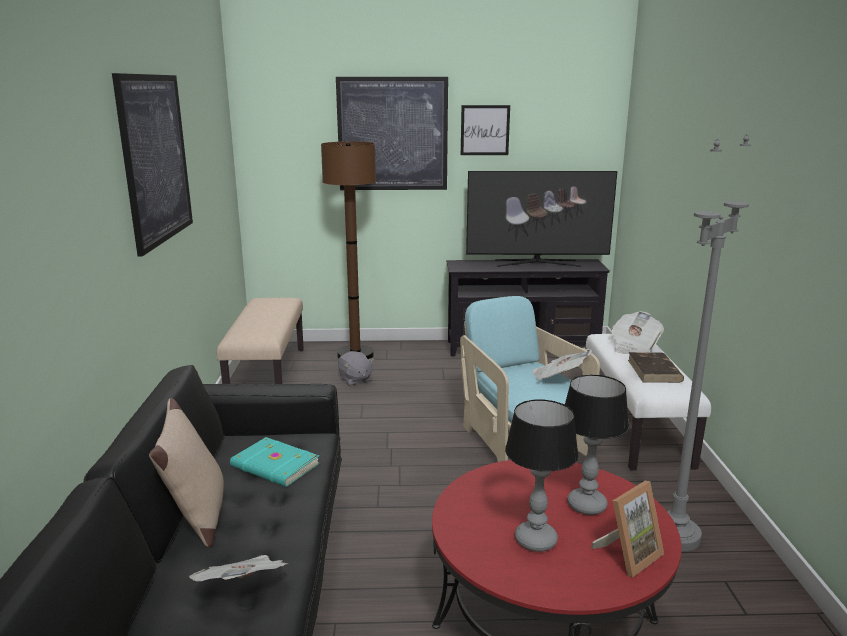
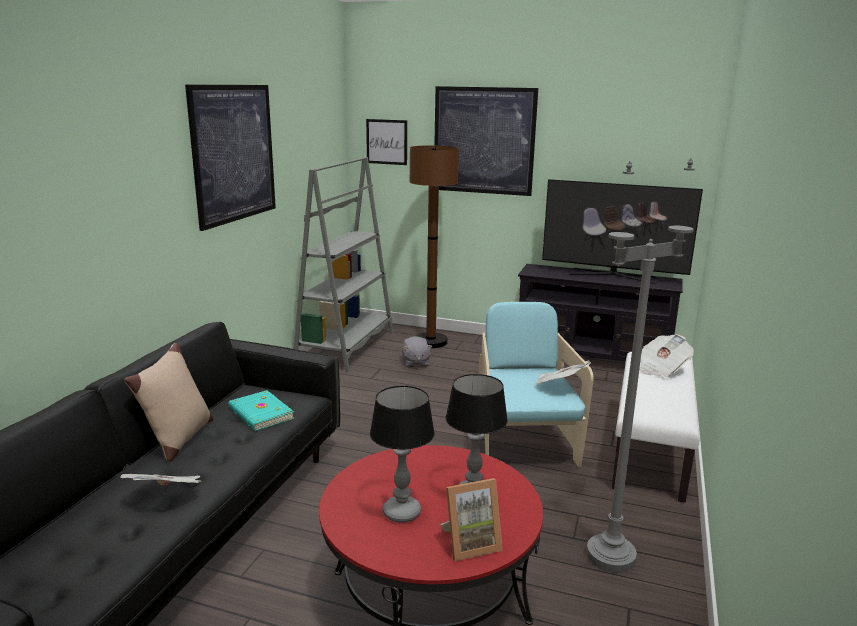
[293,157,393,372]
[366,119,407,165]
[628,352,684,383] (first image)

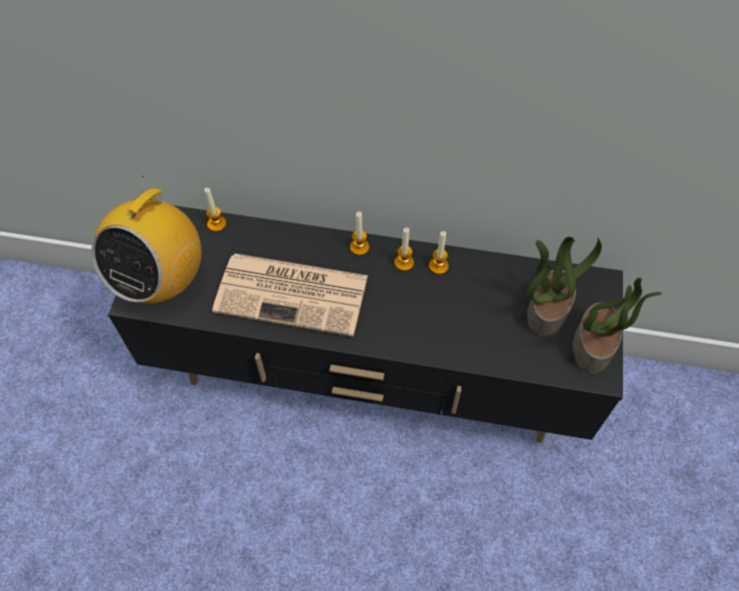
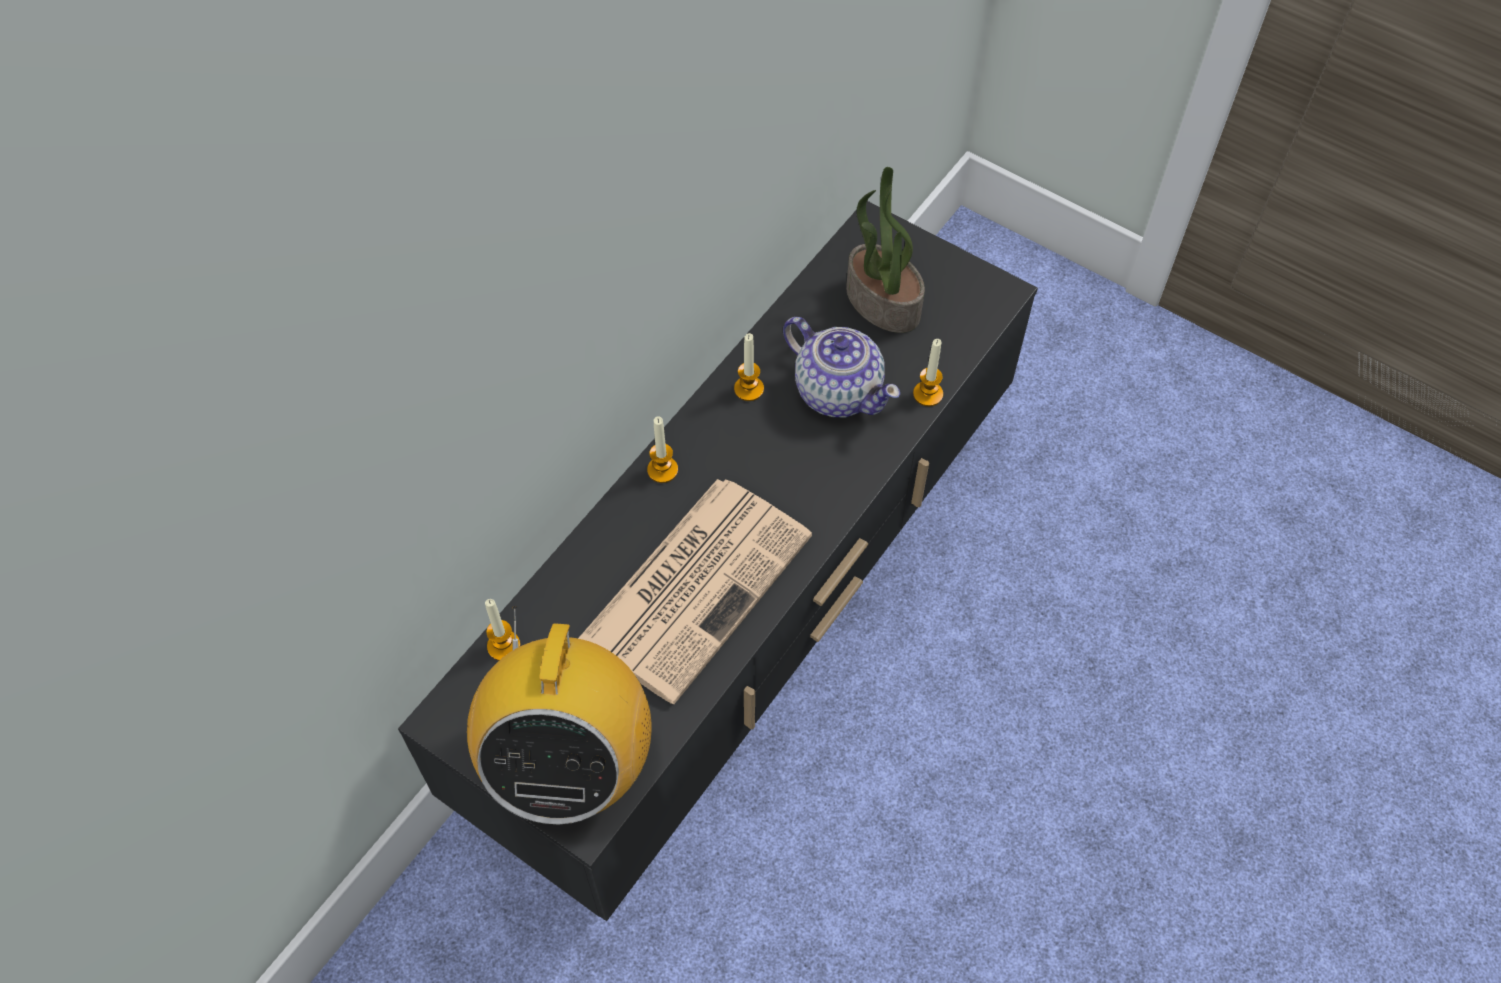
[467,606,652,824]
[783,317,900,417]
[913,339,943,406]
[573,278,663,374] (first image)

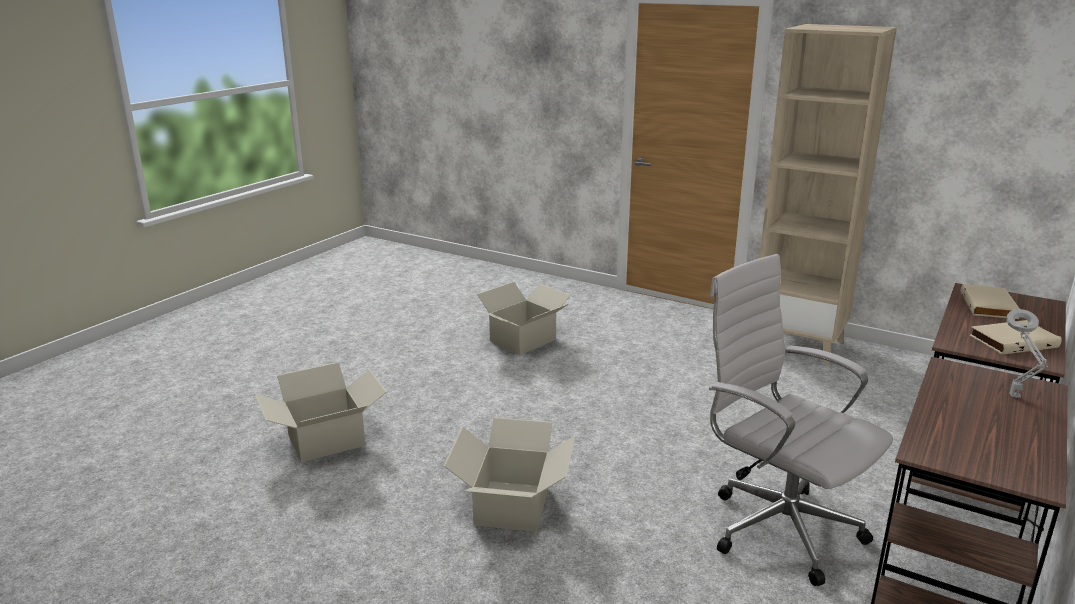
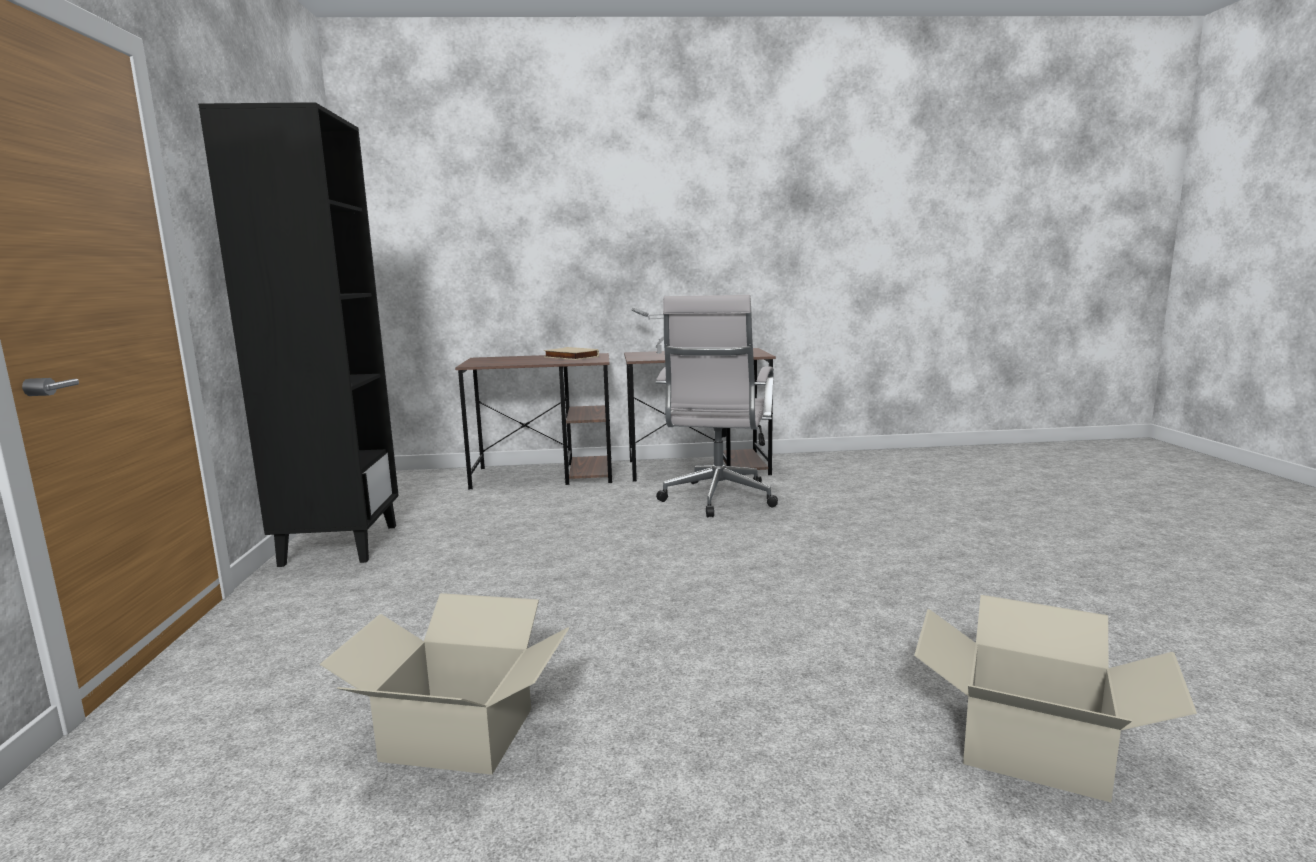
[198,102,399,567]
[444,417,575,532] (first image)
[961,284,1020,319] (first image)

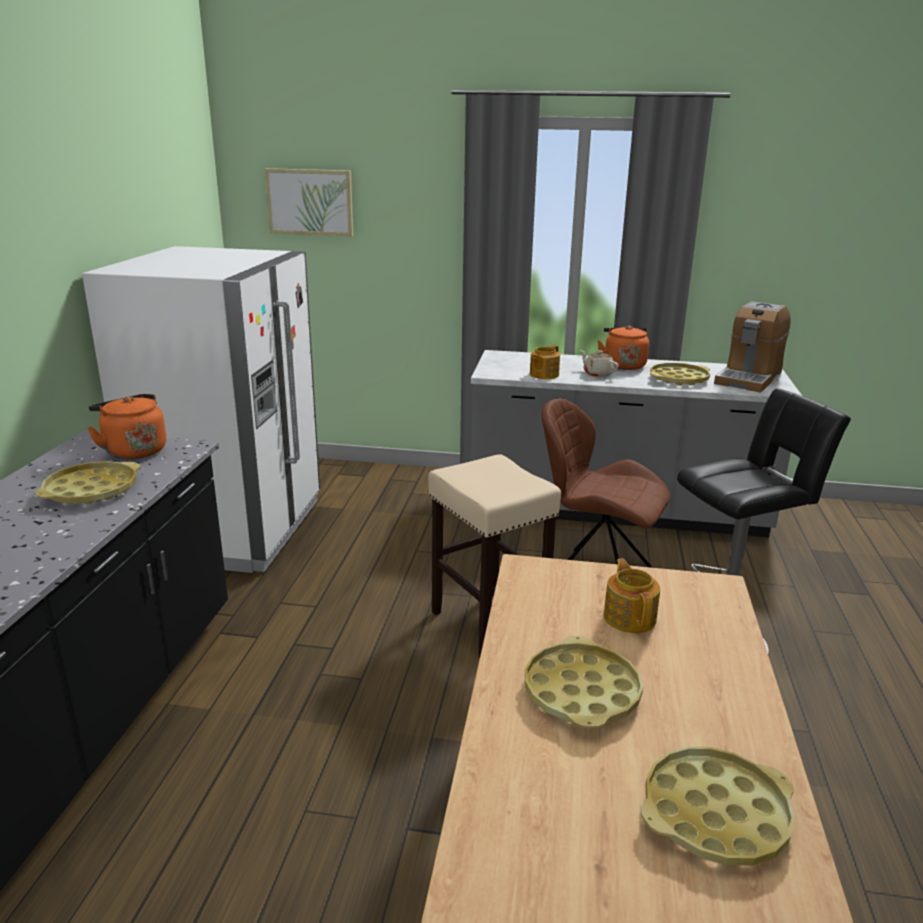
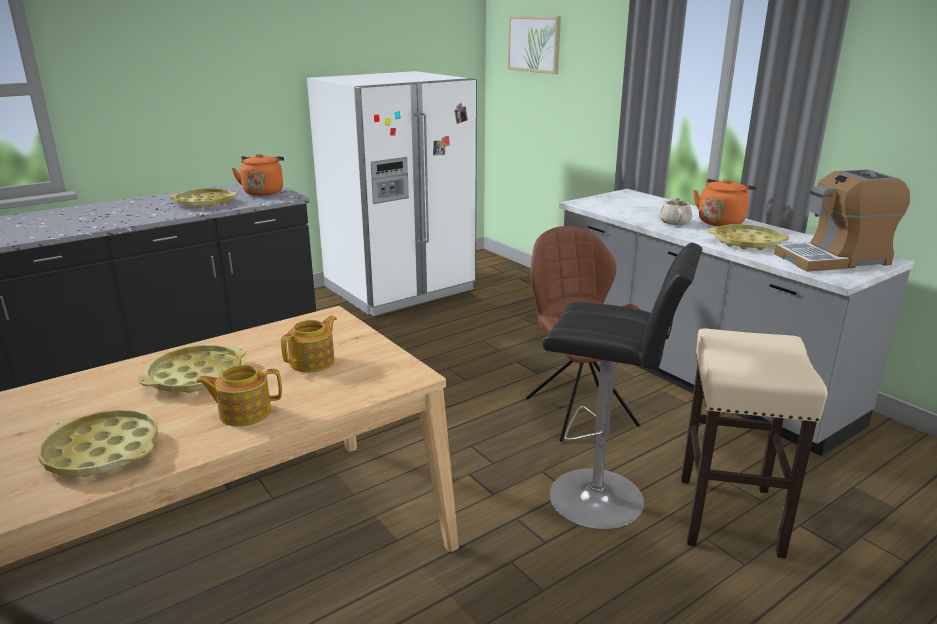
[196,365,282,426]
[681,329,828,559]

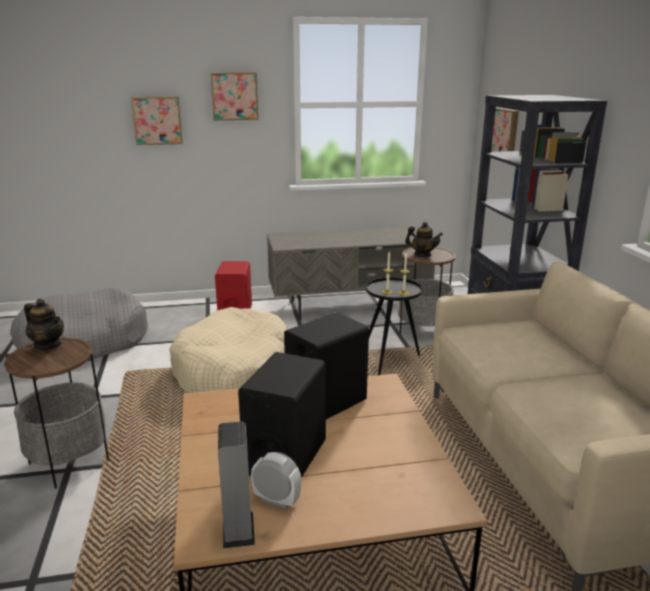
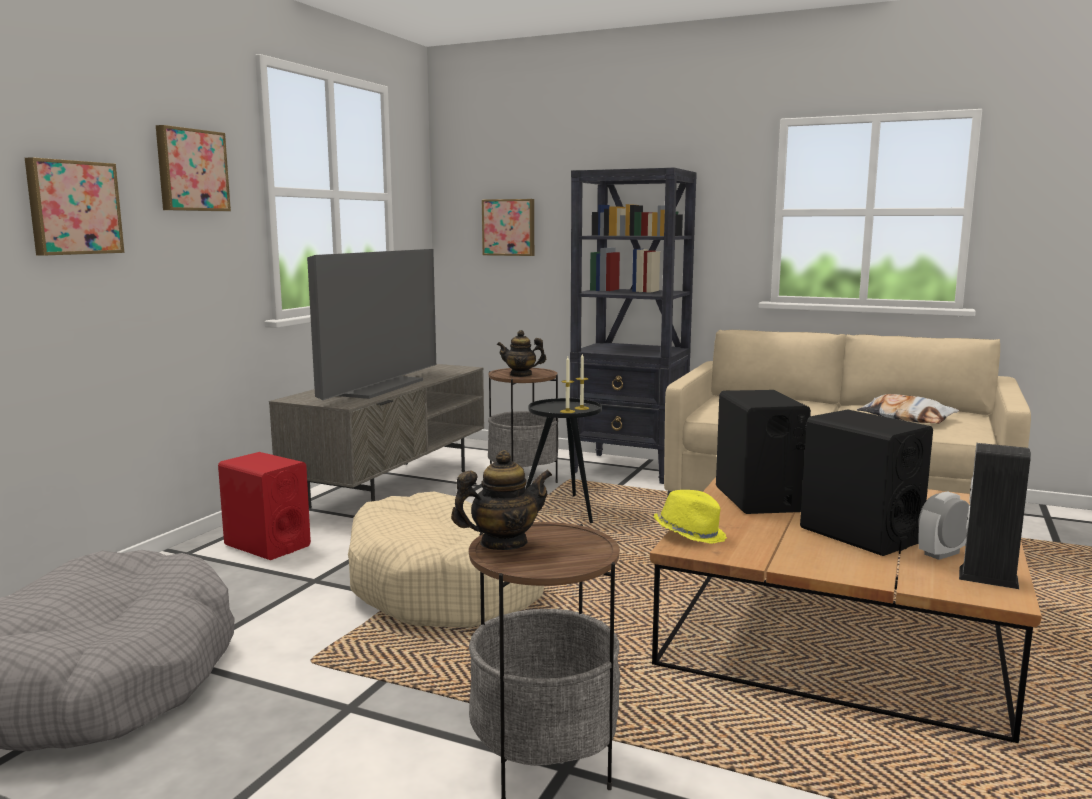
[307,249,436,400]
[497,330,546,377]
[654,490,727,544]
[857,394,959,423]

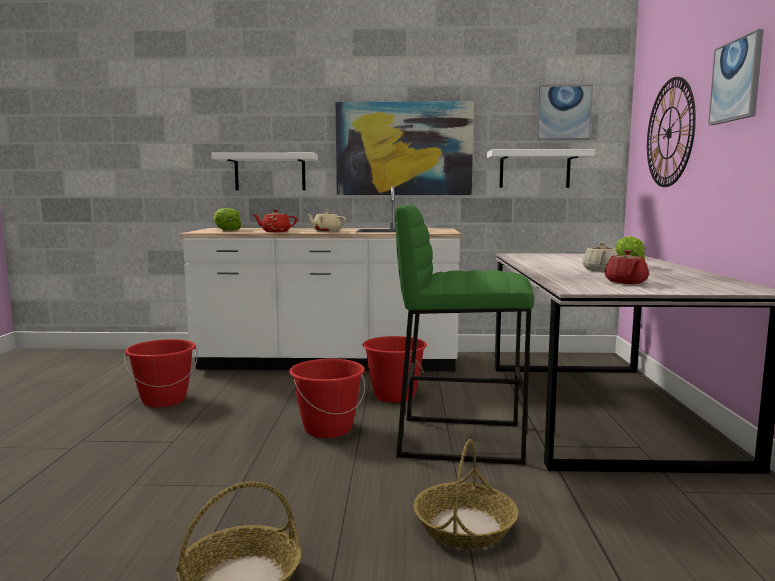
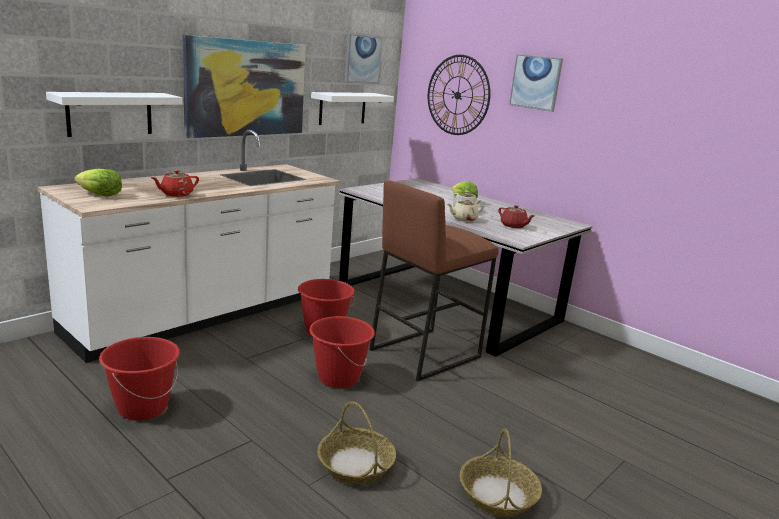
[317,401,396,484]
[369,180,499,381]
[448,199,484,222]

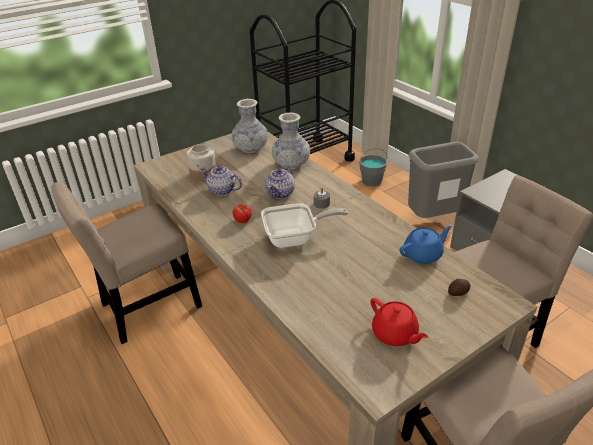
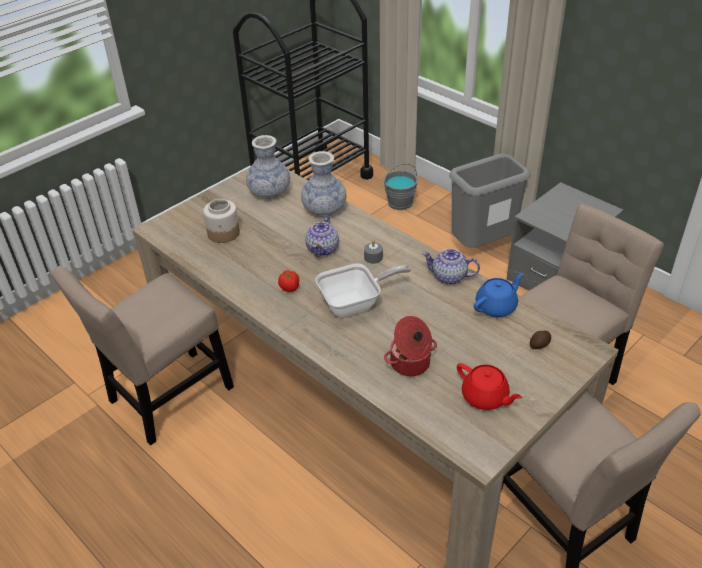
[384,316,437,376]
[422,249,480,285]

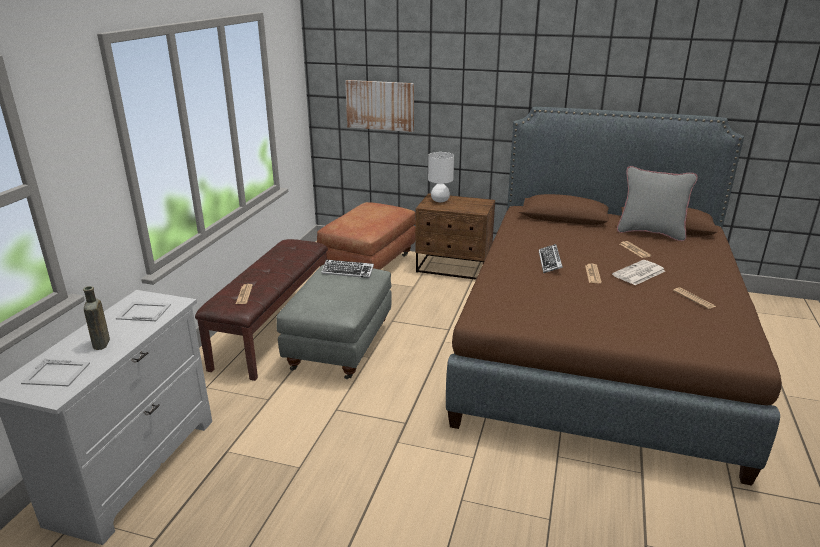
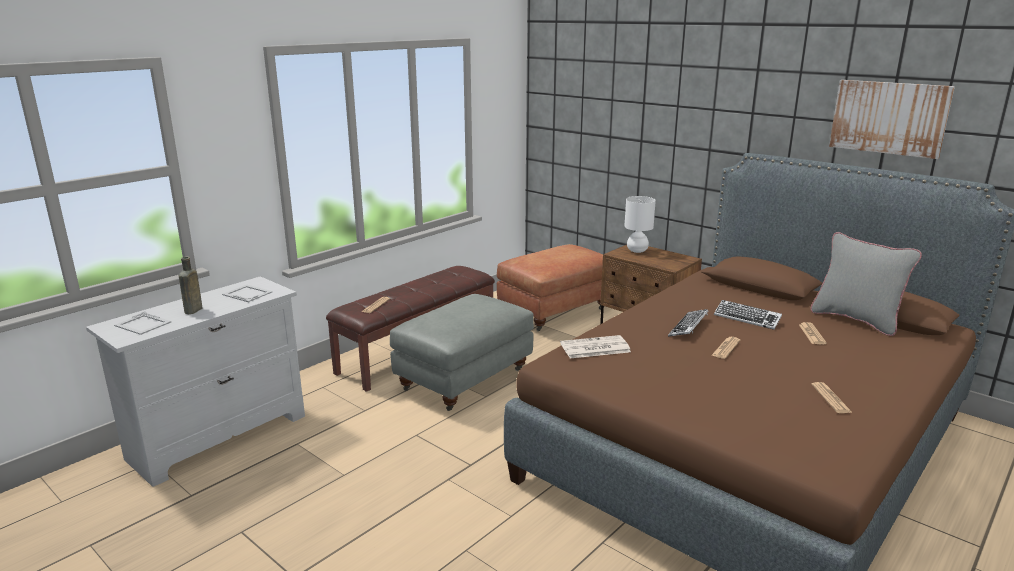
[560,335,631,358]
[714,300,782,330]
[829,80,955,159]

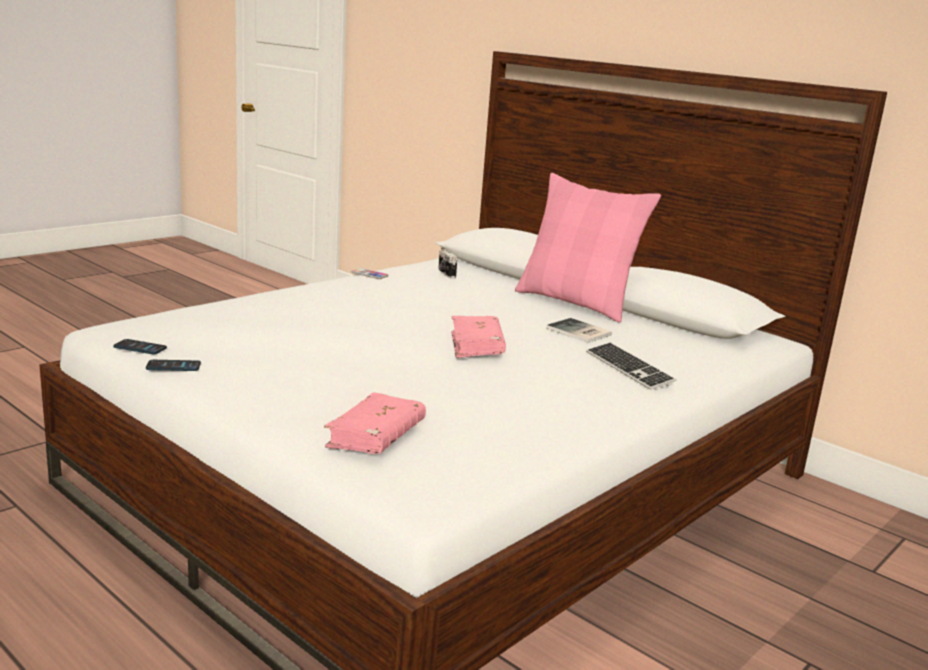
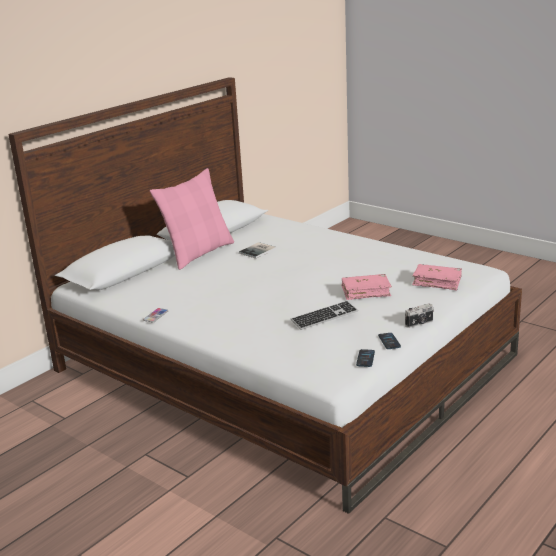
[291,301,358,330]
[341,274,392,300]
[405,303,434,328]

